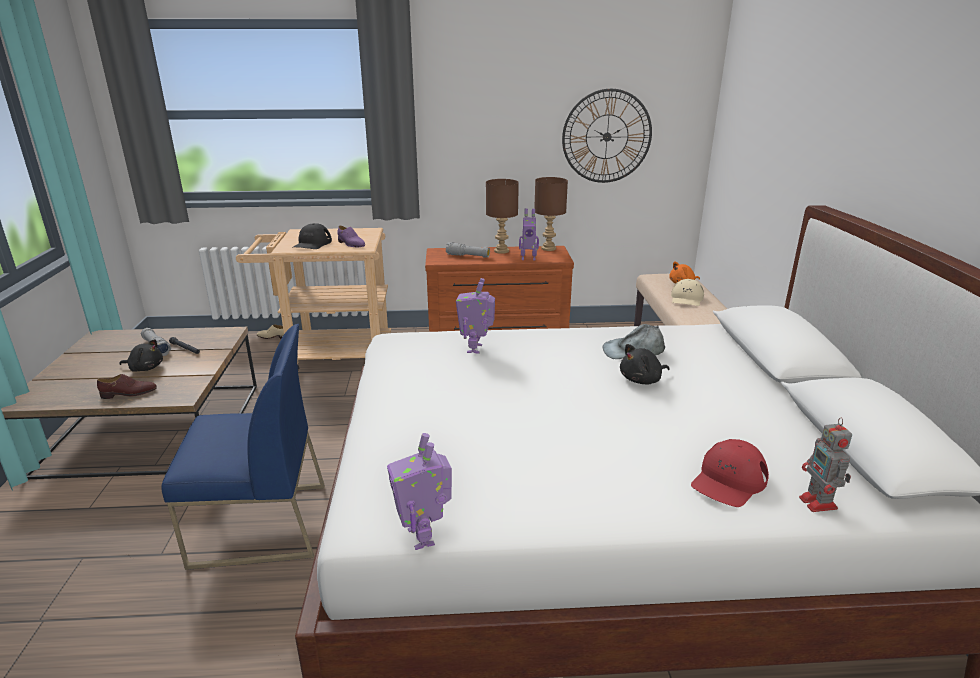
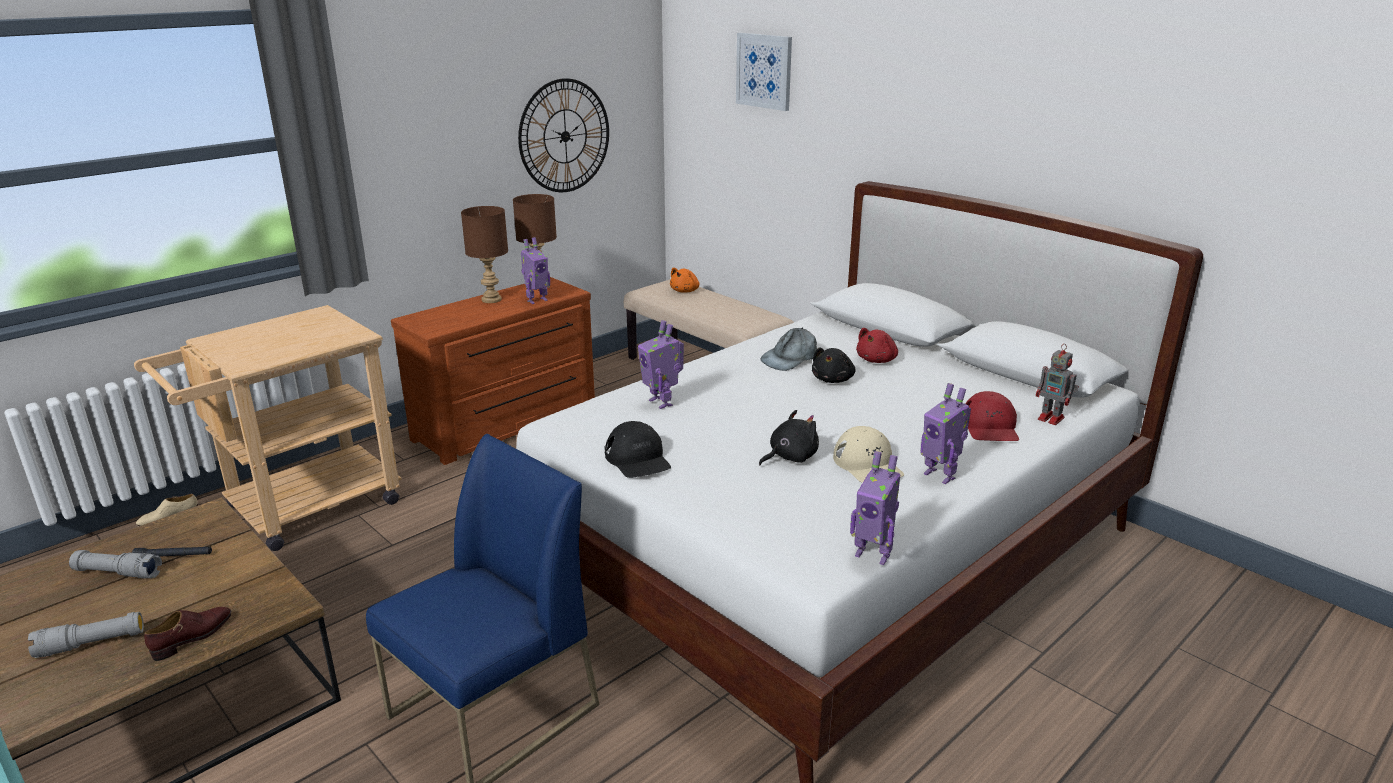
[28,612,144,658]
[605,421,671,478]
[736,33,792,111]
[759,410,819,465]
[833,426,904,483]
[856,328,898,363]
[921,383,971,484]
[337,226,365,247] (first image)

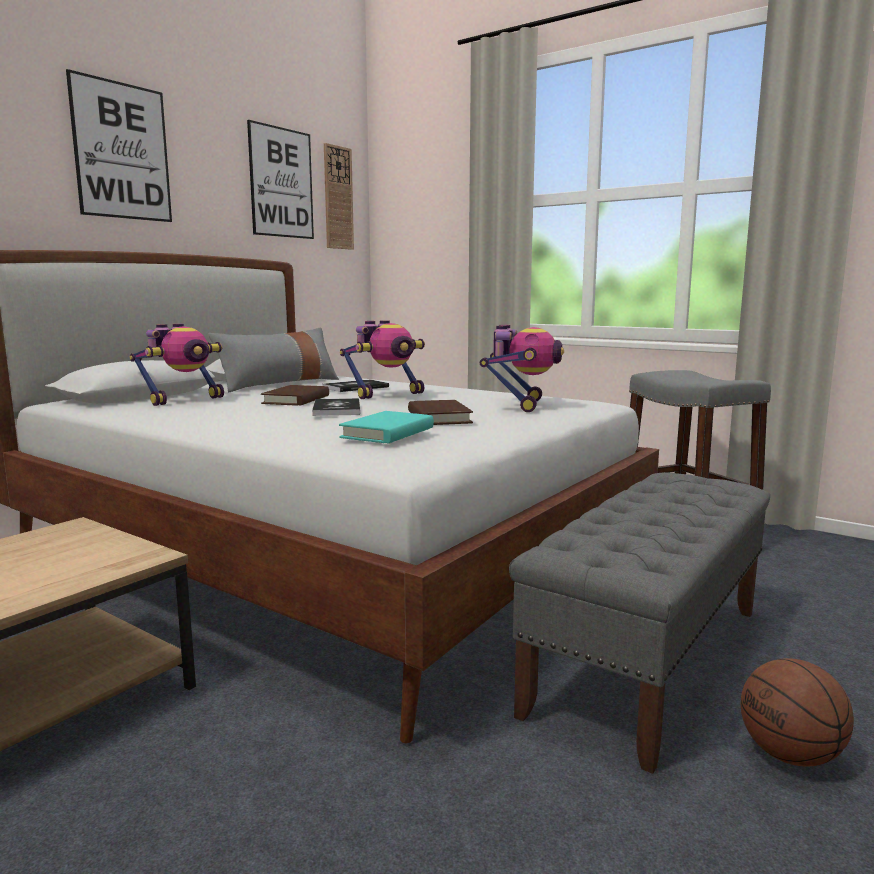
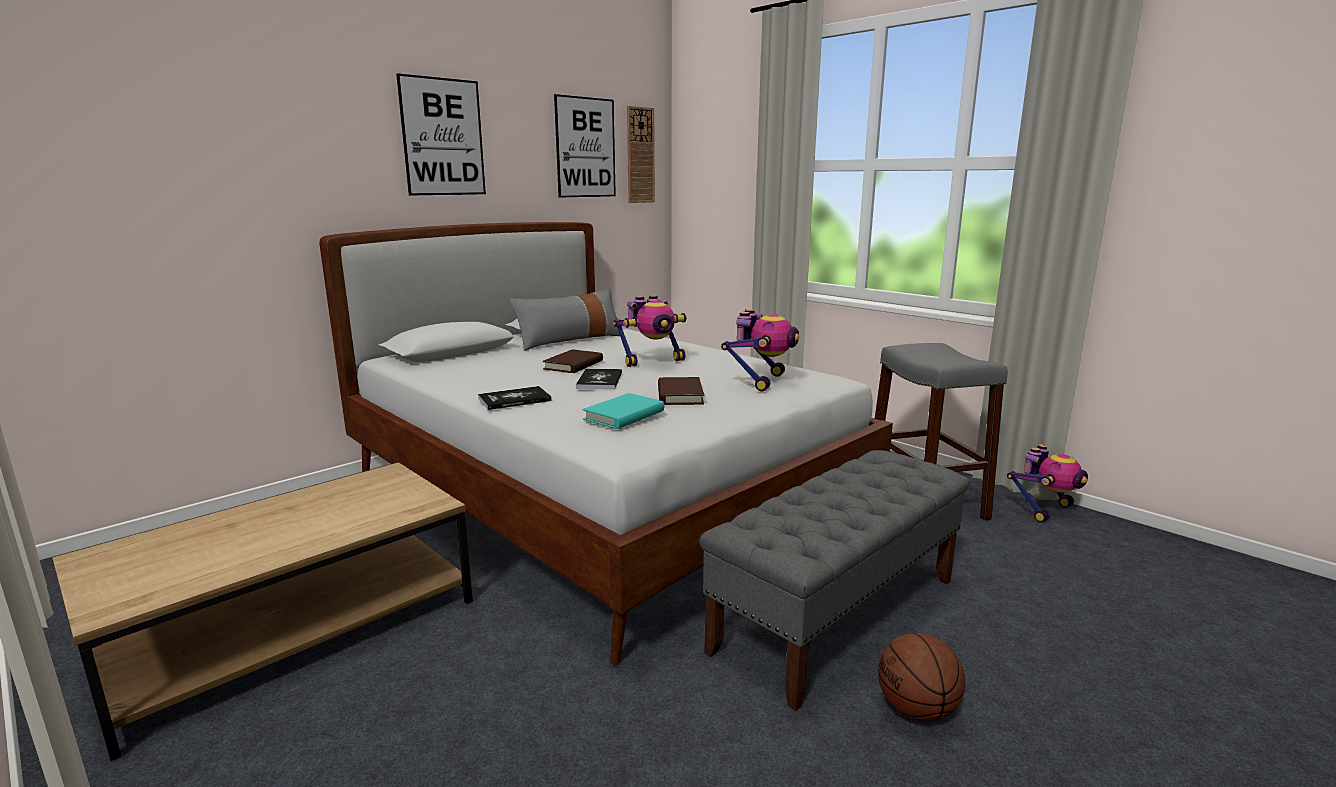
[478,386,552,410]
[1007,444,1088,523]

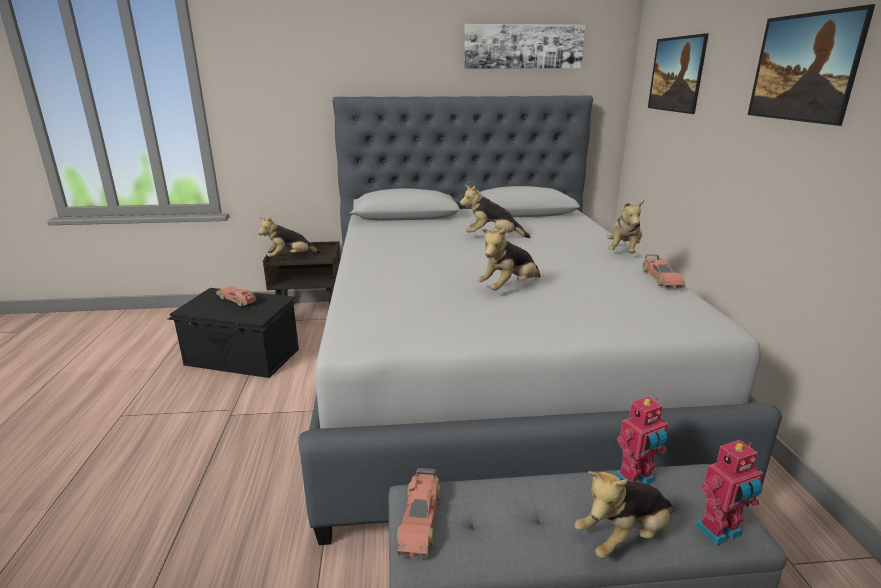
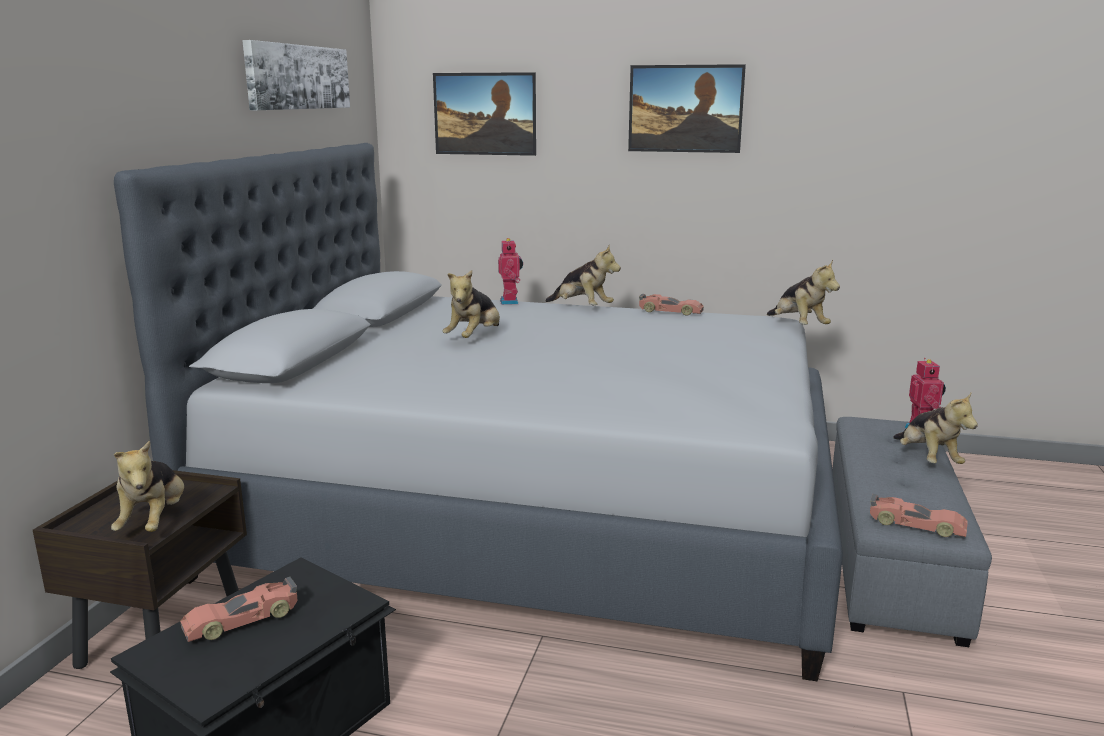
[498,238,523,305]
[767,260,840,325]

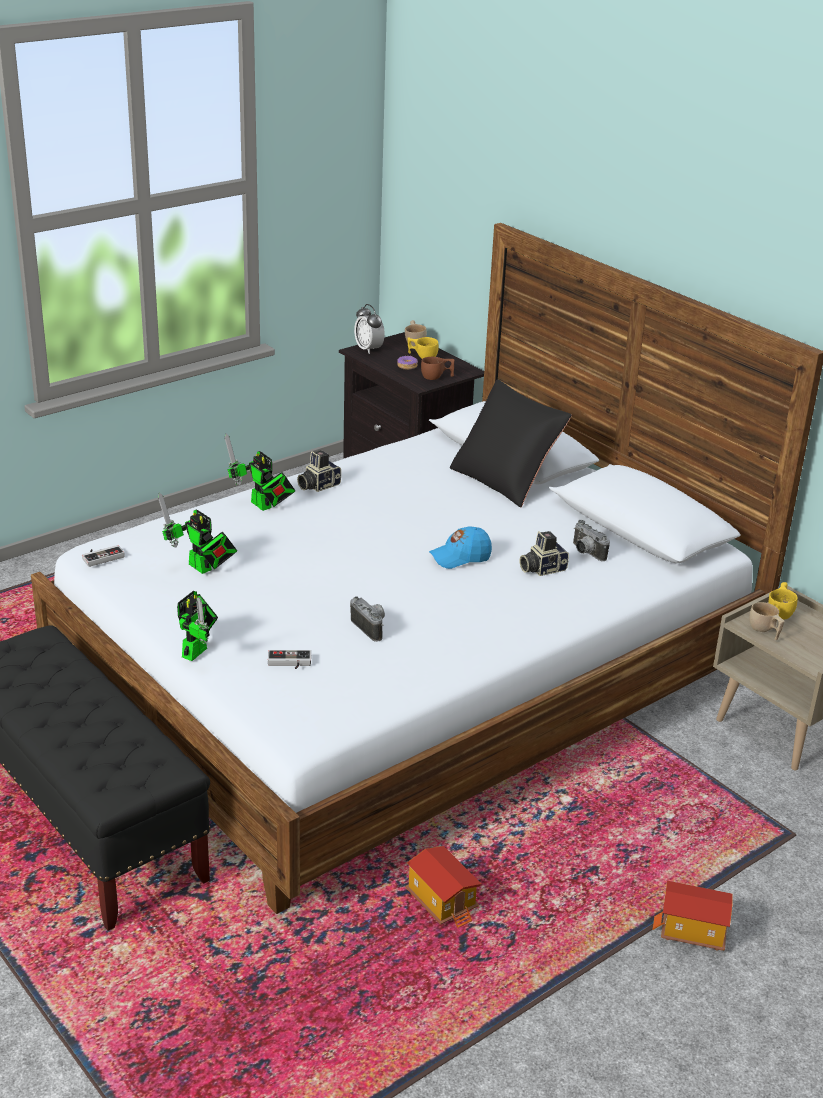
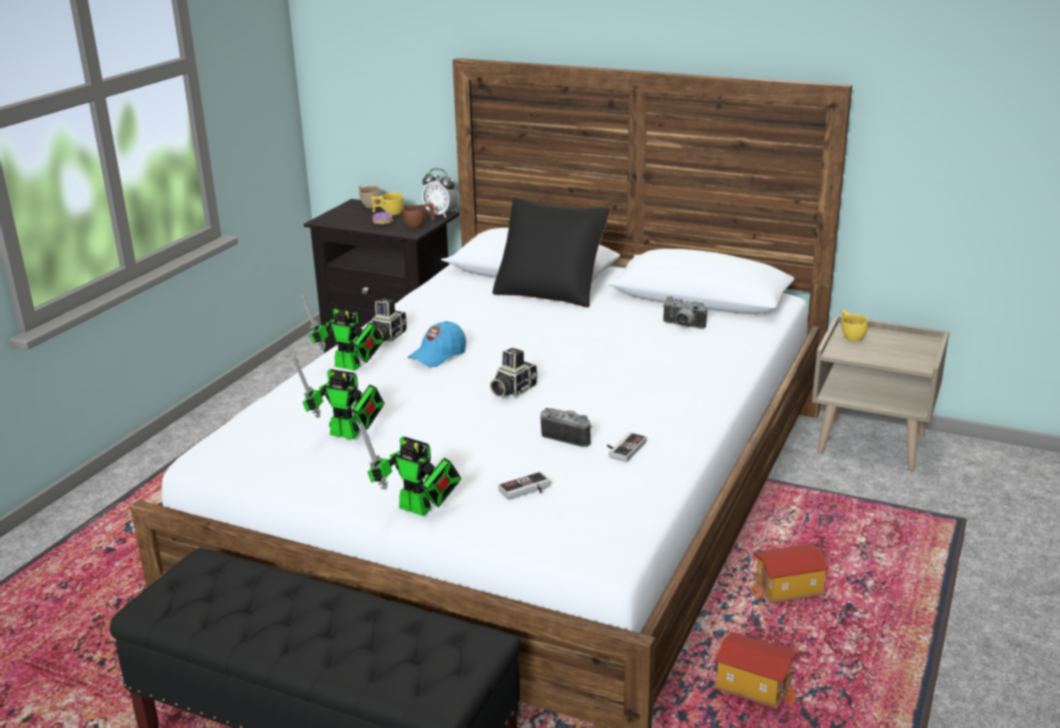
[359,422,461,516]
[407,321,466,367]
[422,168,458,218]
[490,348,537,397]
[607,432,647,462]
[750,544,829,603]
[749,602,784,640] (first image)

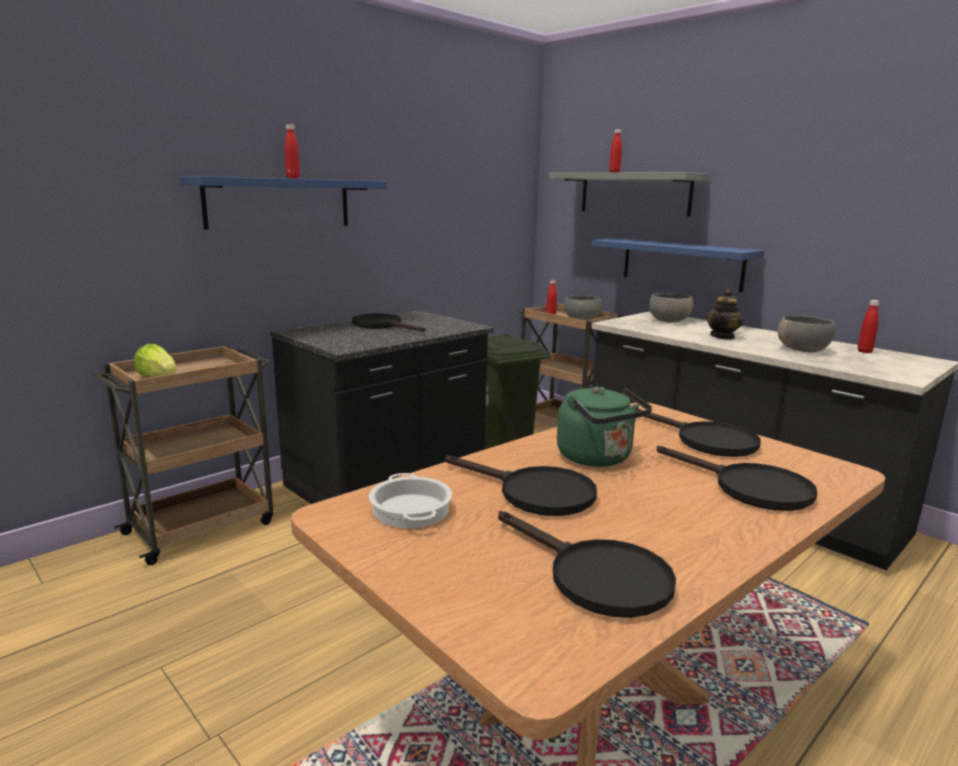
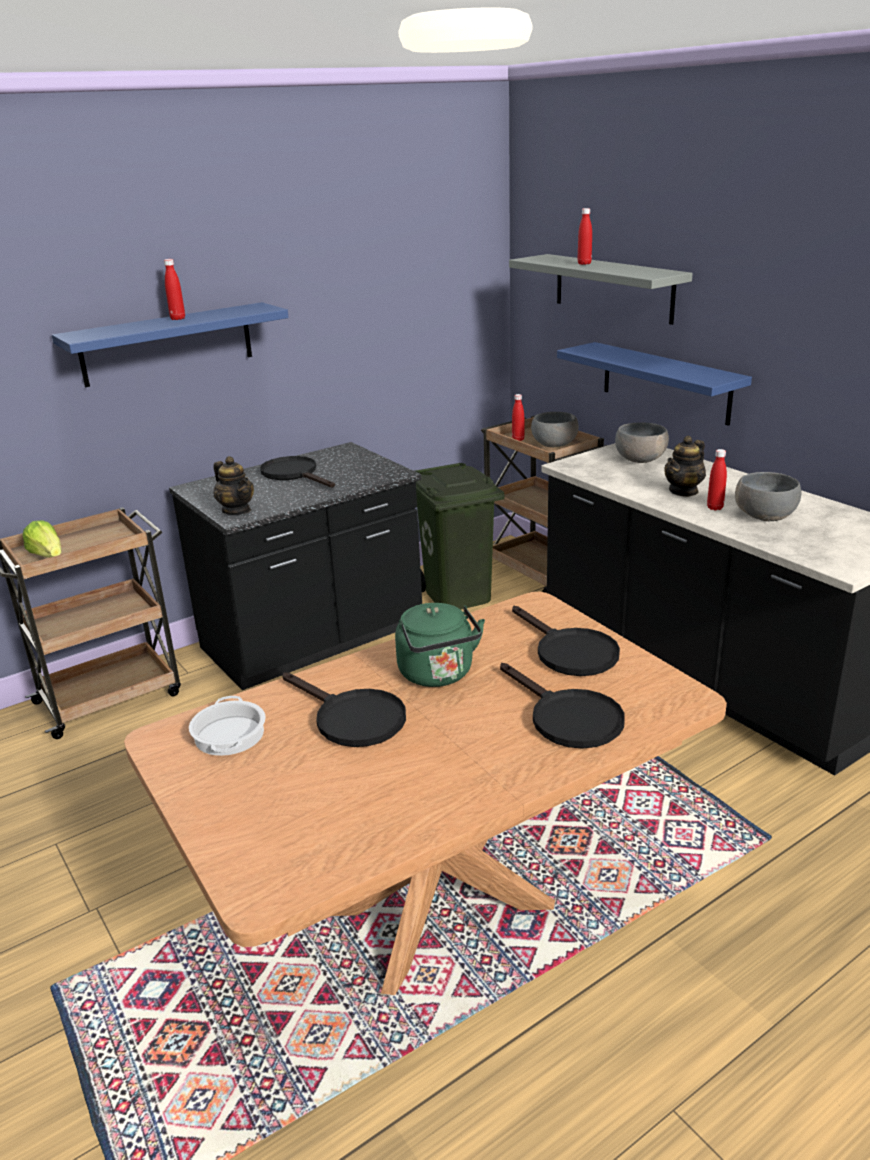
[213,456,254,515]
[707,449,727,510]
[498,511,676,618] (first image)

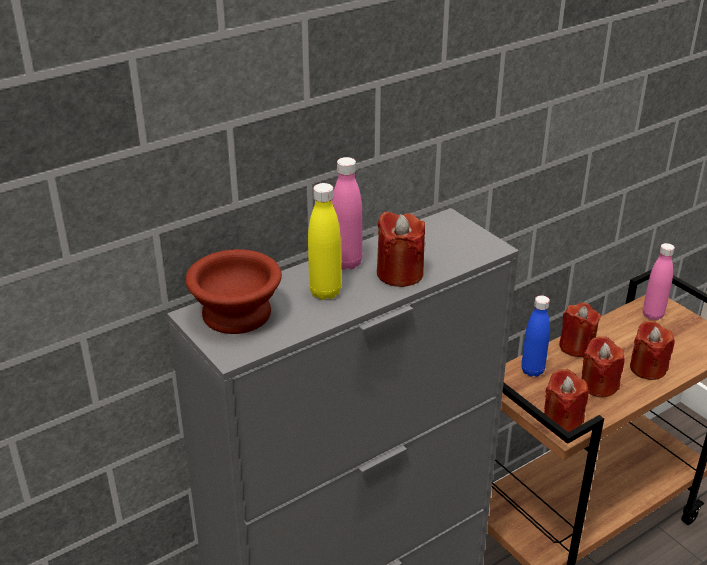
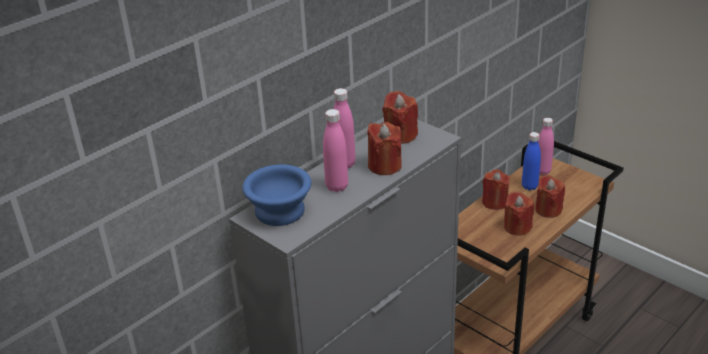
[243,165,311,226]
[323,109,348,192]
[383,91,418,144]
[522,132,541,190]

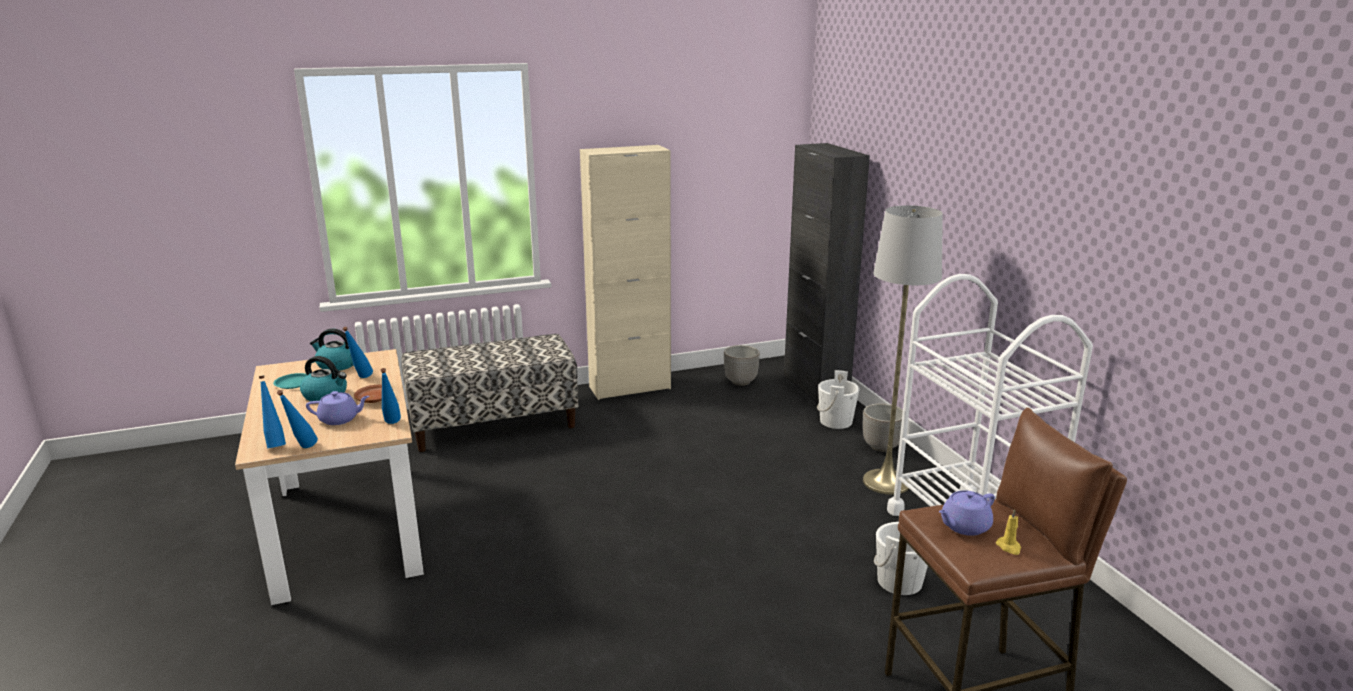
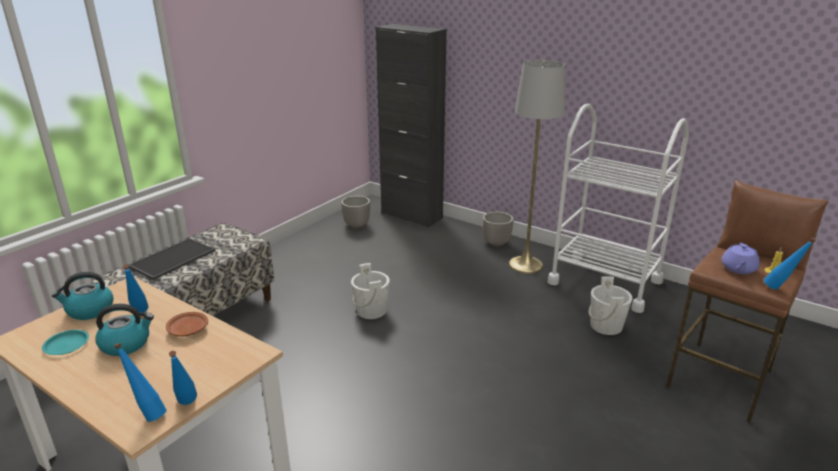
[128,238,216,280]
[351,263,390,319]
[764,237,816,290]
[306,391,370,425] (first image)
[580,145,671,400] (first image)

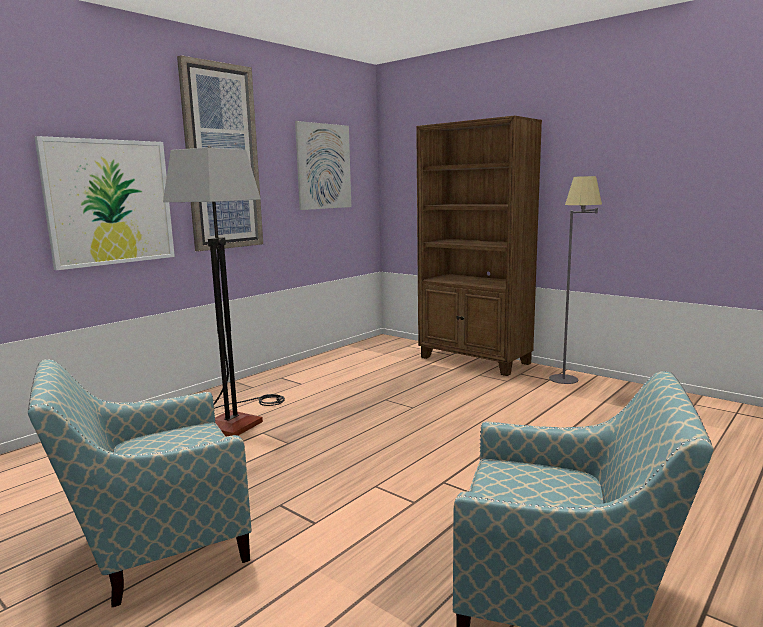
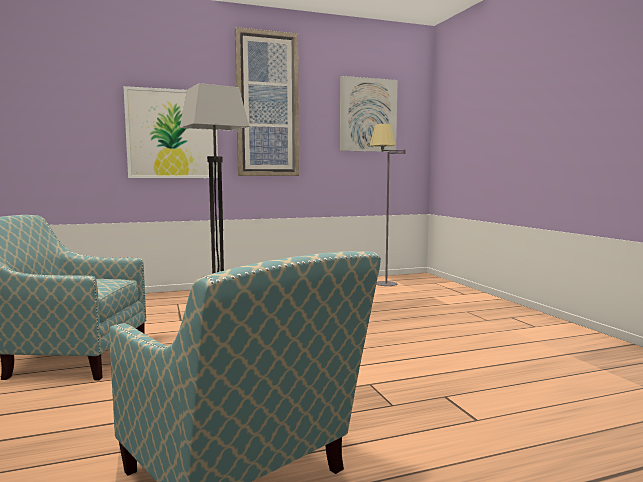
[370,124,405,286]
[416,116,542,376] (first image)

